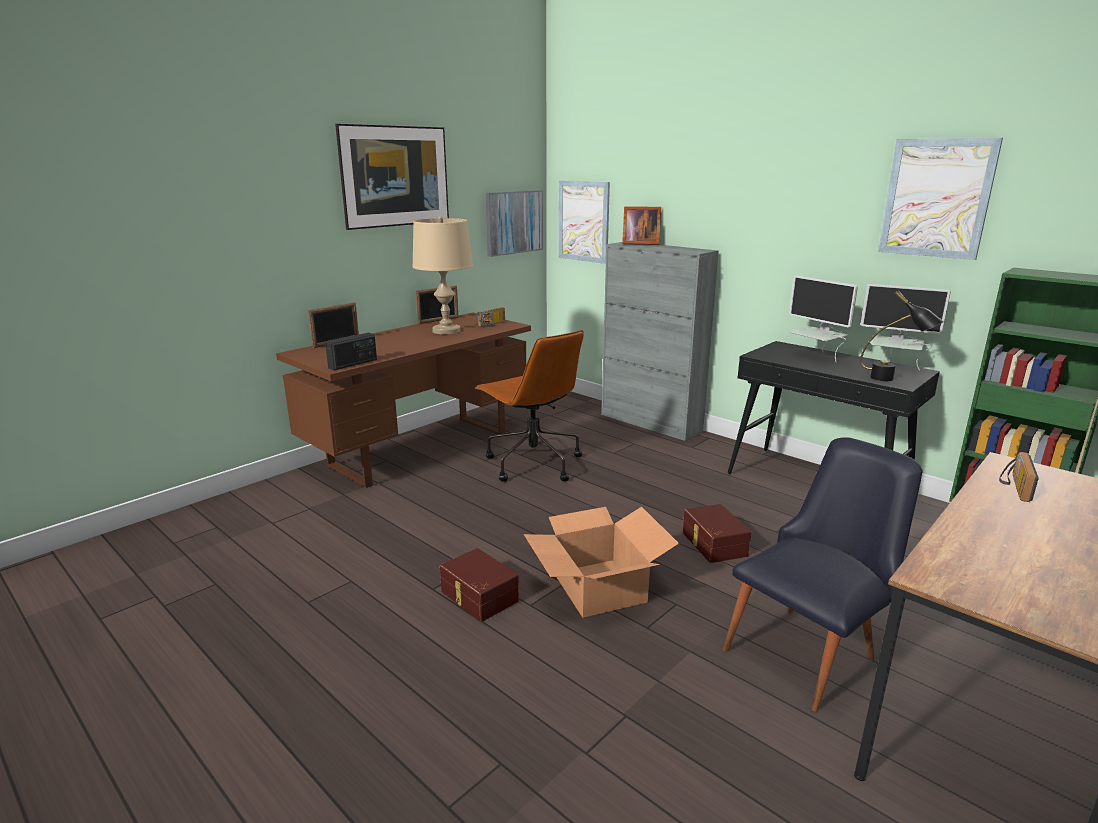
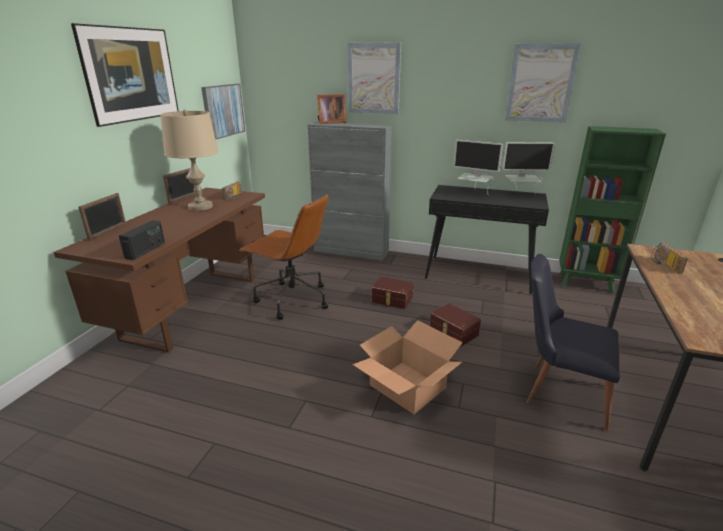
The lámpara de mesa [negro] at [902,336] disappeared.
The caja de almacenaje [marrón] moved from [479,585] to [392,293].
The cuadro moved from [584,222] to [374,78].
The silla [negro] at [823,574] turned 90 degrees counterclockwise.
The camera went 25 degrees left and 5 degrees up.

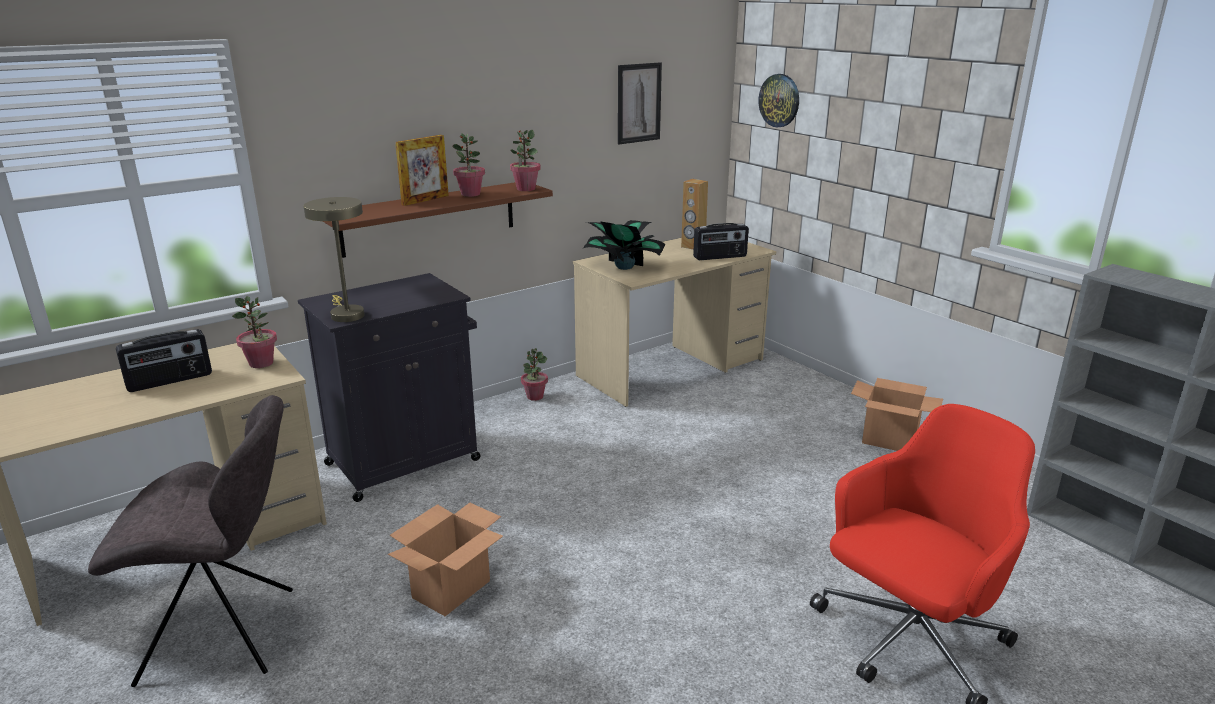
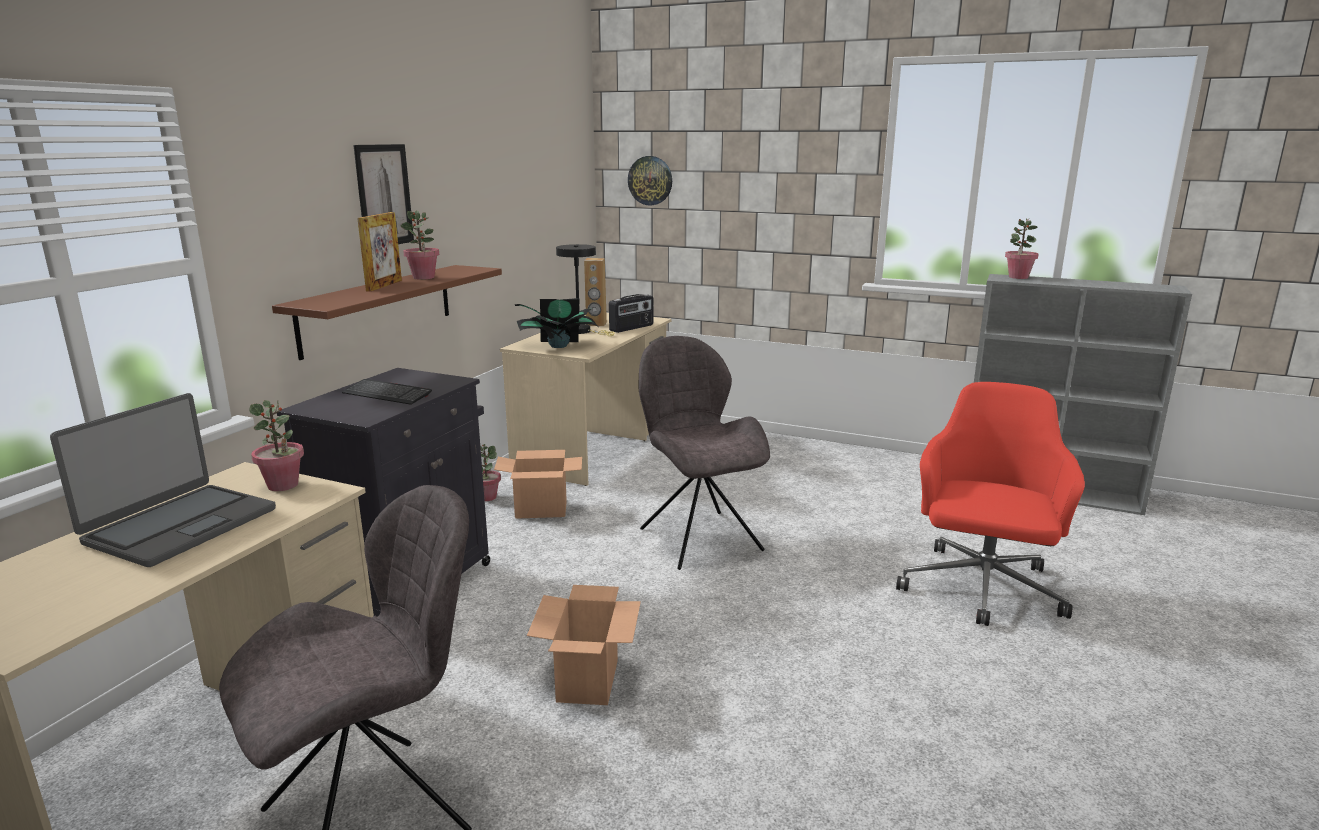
The lámpara de mesa [beis] at [334,259] disappeared.
The teclado at [387,392] appeared.
The lámpara de mesa [negro] at [585,290] appeared.
The silla [gris] at [704,453] appeared.
The planta en maceta moved from [525,160] to [1022,248].
The cuadro moved from [640,103] to [383,194].
The caja de cartón moved from [897,414] to [538,484].
The radio at [164,360] was replaced by the portátil at [163,480].
The camera went 30 degrees left and 5 degrees down.

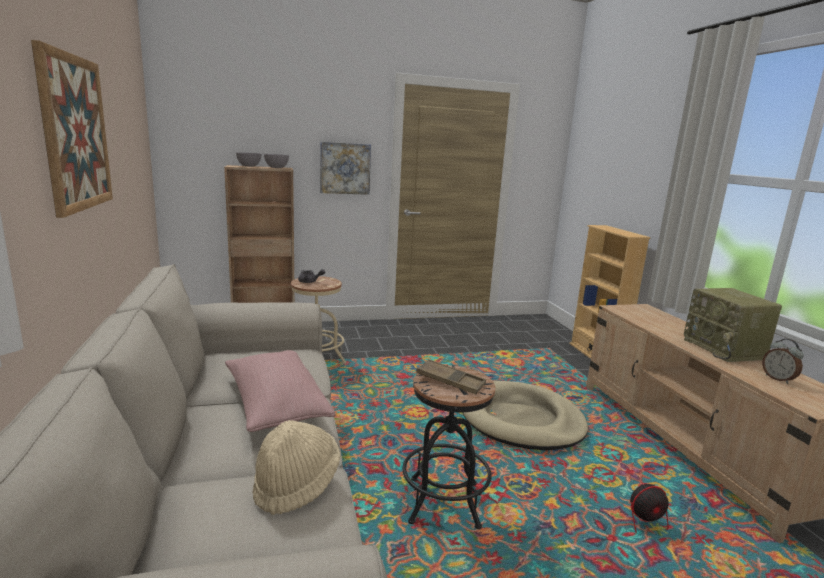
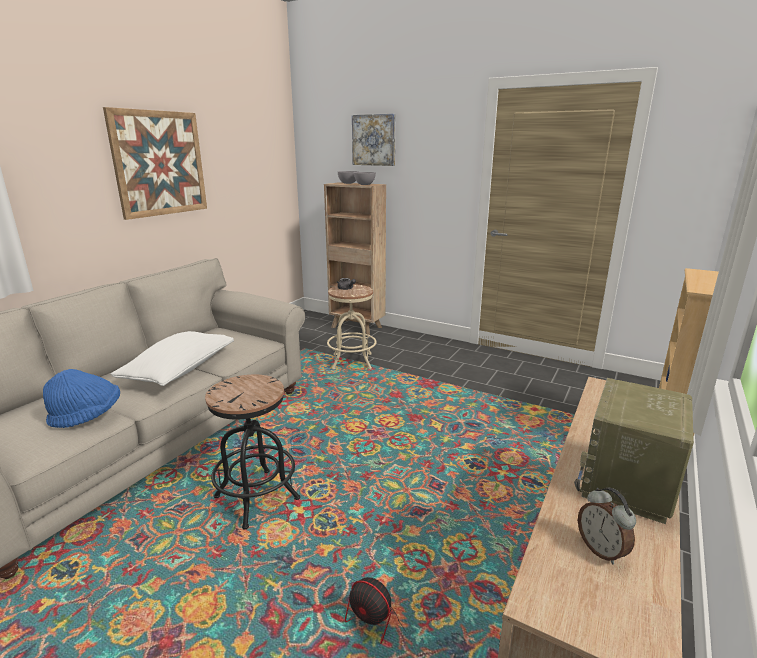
The bandeja [marrón] at [451,376] disappeared.
The cama para perro [beis] at [525,415] disappeared.
The cuadro moved from [345,168] to [374,140].
The cojín [rosa] at [280,391] became the cojín [blanco] at [172,358].
The sombrero [beis] at [297,467] became the sombrero [azul] at [81,398].
The despertador at [783,361] turned 45 degrees counterclockwise.
The camera went 45 degrees right and 5 degrees up.

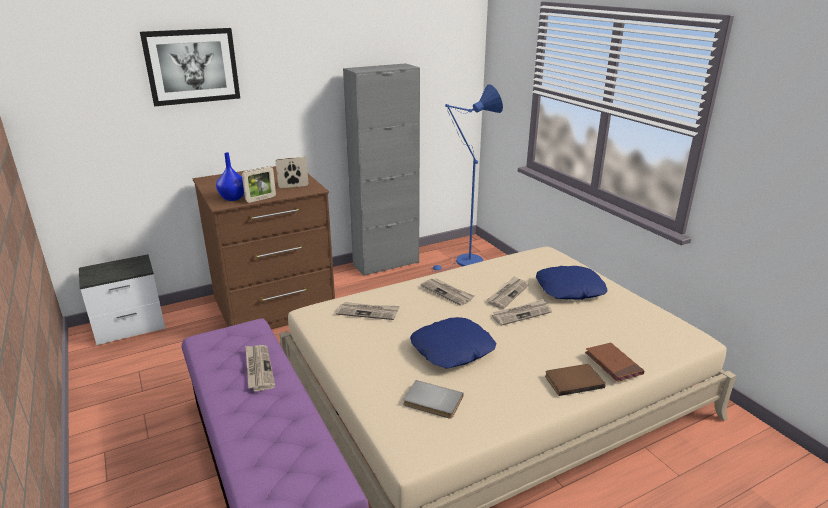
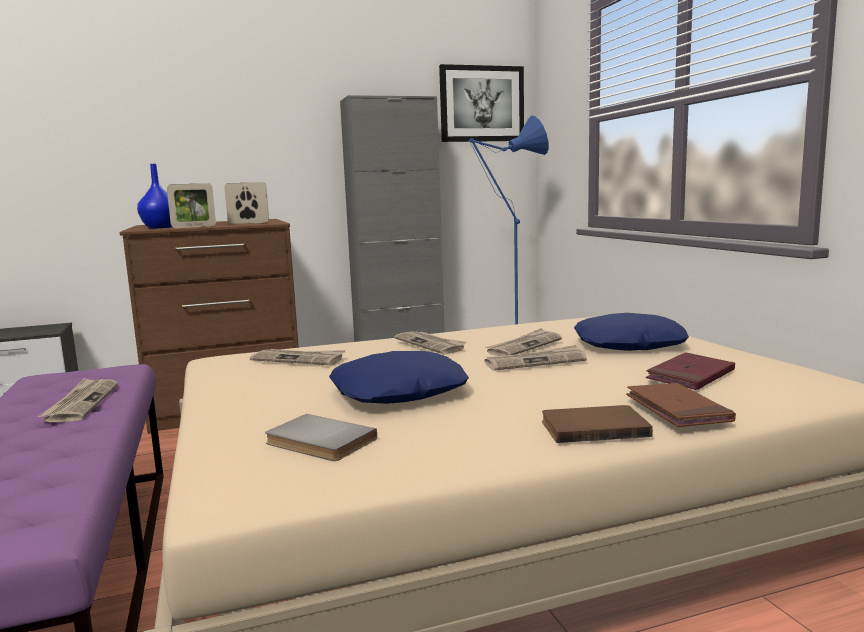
The libro [rojo] at [690,371] appeared.
The cuadro moved from [190,67] to [481,103].
The camera went 10 degrees right and 15 degrees down.

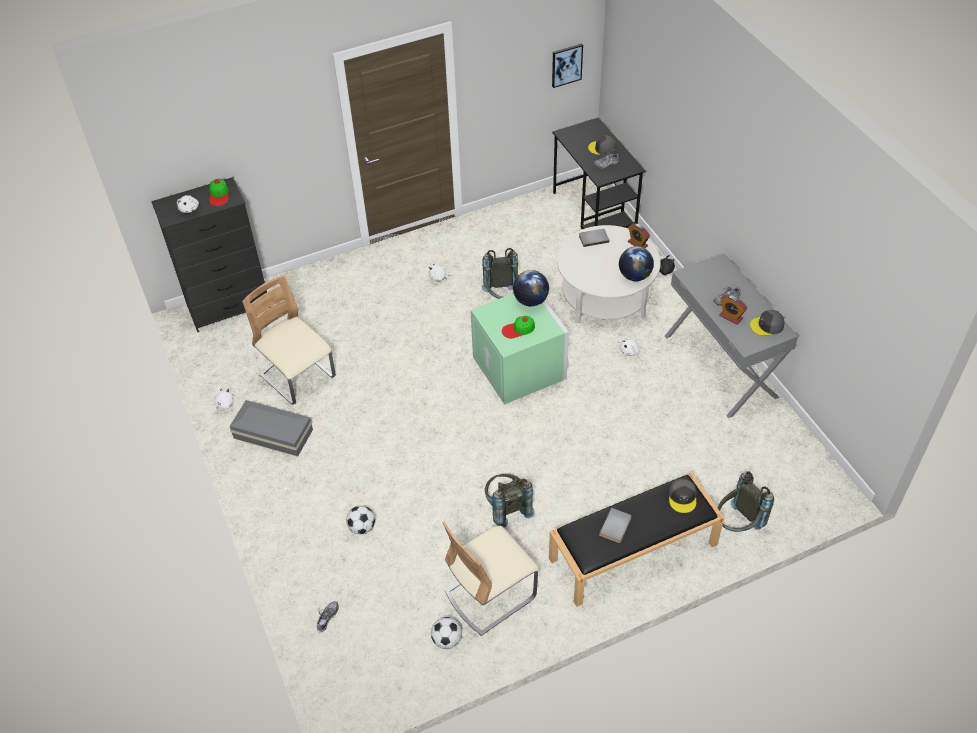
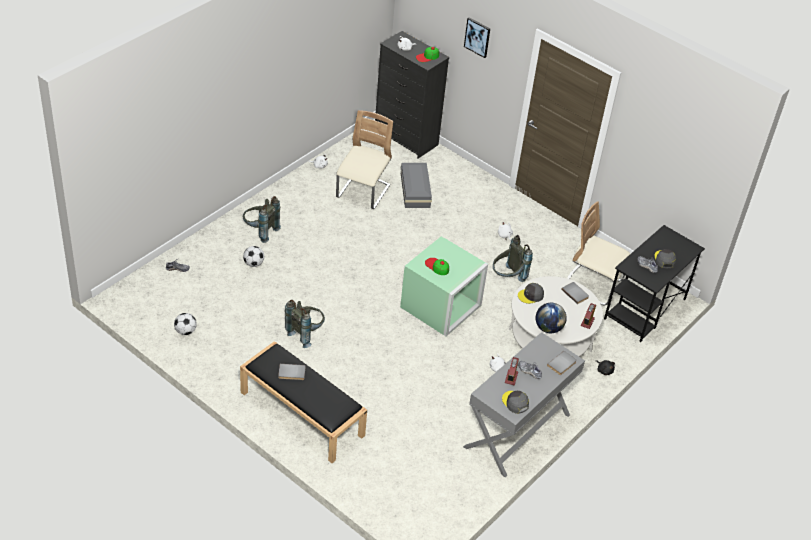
The globo terráqueo at [531,288] disappeared.
The libro [gris] at [562,363] appeared.
The caja de almacenaje [gris] moved from [271,428] to [416,185].
The silla [beis] moved from [490,578] to [598,253].
The cuadro moved from [567,65] to [477,37].
The gorra [gris] moved from [683,495] to [531,293].
The mochila [gris] moved from [745,501] to [262,219].
The camera went 60 degrees right and 5 degrees down.

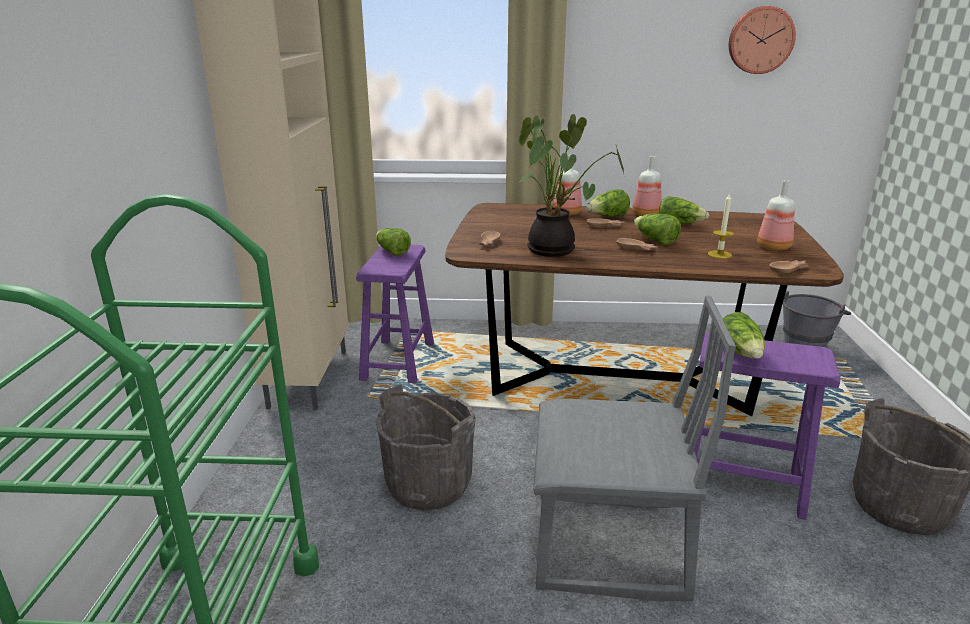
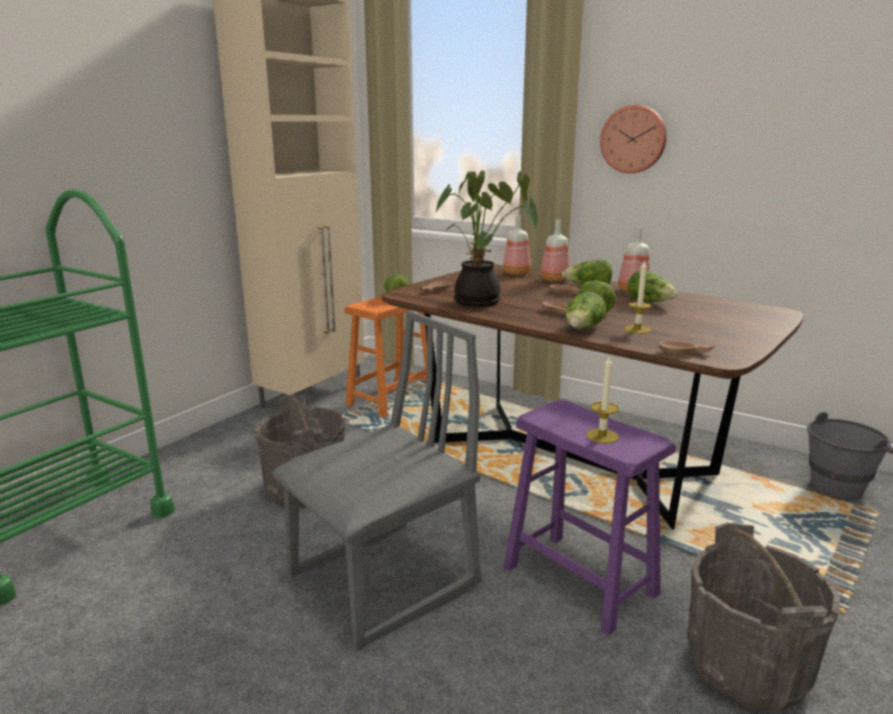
The vela at [602,399] appeared.
The lechuga moved from [744,335] to [585,310].
The reloj de pared moved from [762,40] to [633,139].
The botella moved from [776,215] to [517,245].
The taburete [morado] at [395,314] became the taburete [naranja] at [385,357].
The silla [gris] at [634,448] turned 75 degrees counterclockwise.
The camera went 30 degrees right and 5 degrees down.

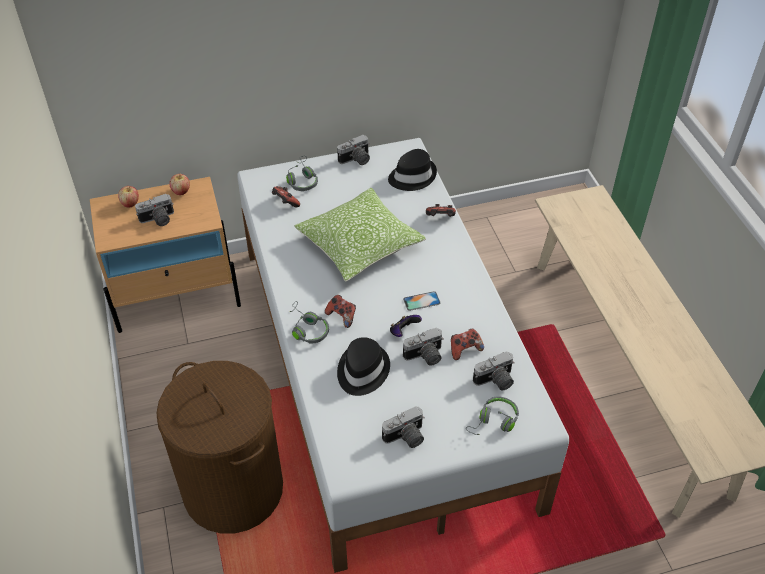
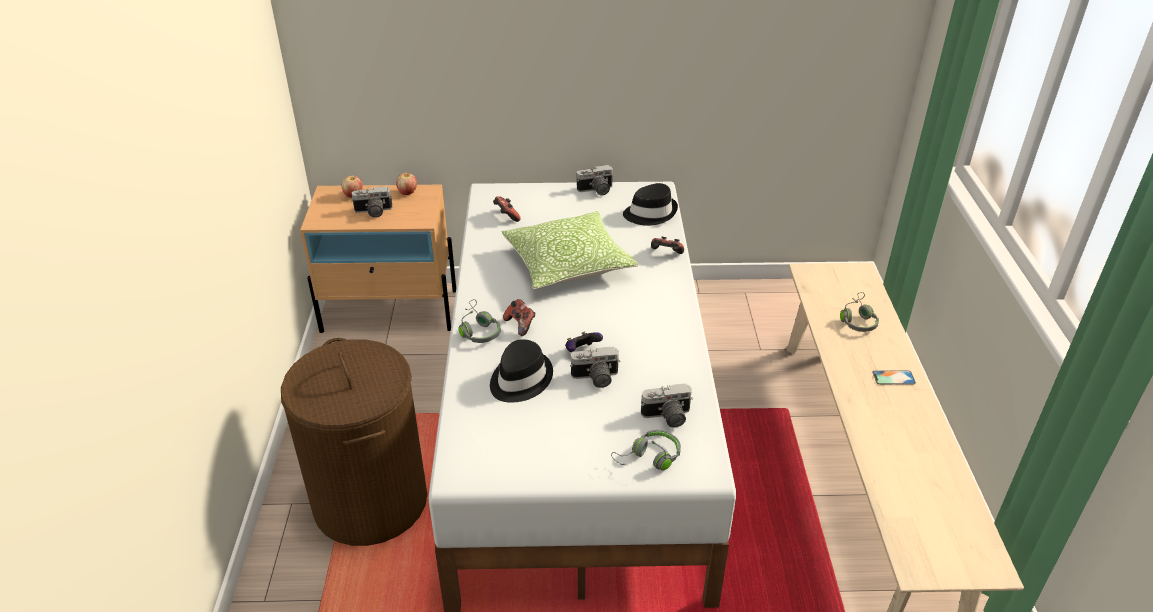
The cámara at [403,427] disappeared.
The mando de consola at [467,344] disappeared.
The auriculares [gris] moved from [302,173] to [859,312].
The móvil moved from [421,301] to [894,377].
The camera went 15 degrees right and 10 degrees down.

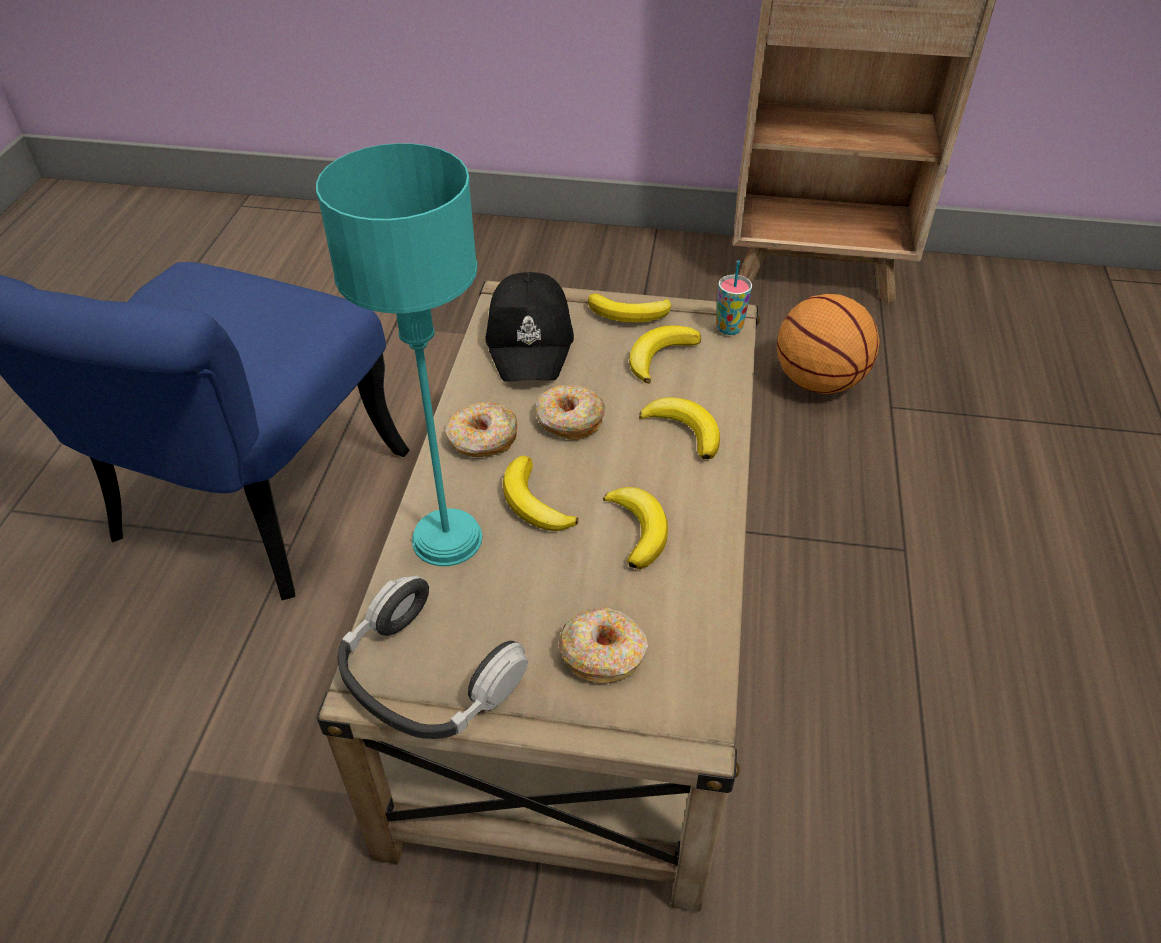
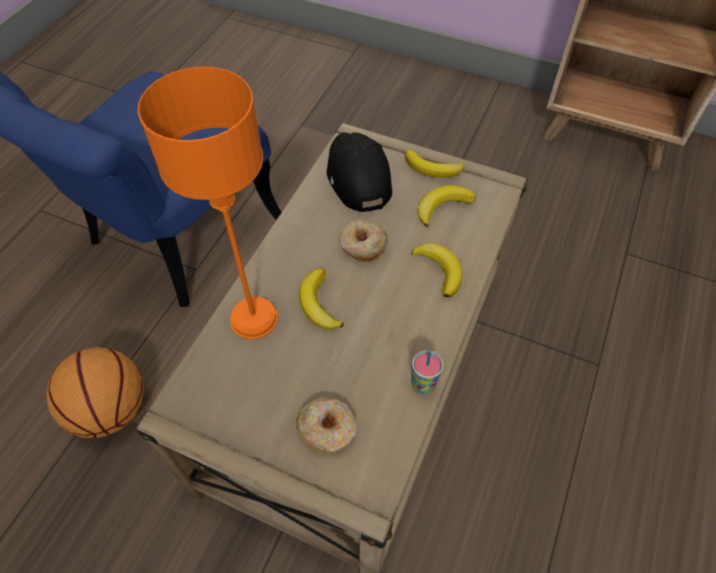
The auriculares at [432,657] disappeared.
The rosquilla at [481,429] disappeared.
The plátano at [635,528] disappeared.
The taza moved from [734,297] to [427,372].
The balón de baloncesto moved from [828,344] to [95,392].
The lámpara de mesa [turquesa] at [399,354] became the lámpara de mesa [naranja] at [208,203].
The gorra [negro] at [530,327] turned 150 degrees clockwise.
The camera went 15 degrees right and 10 degrees up.

